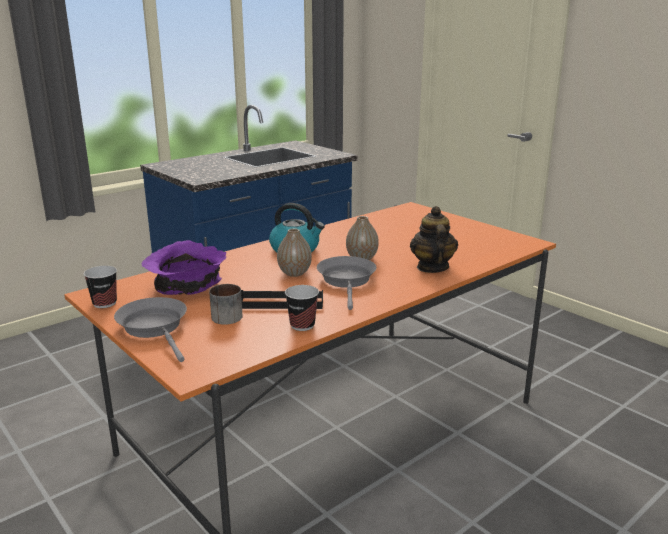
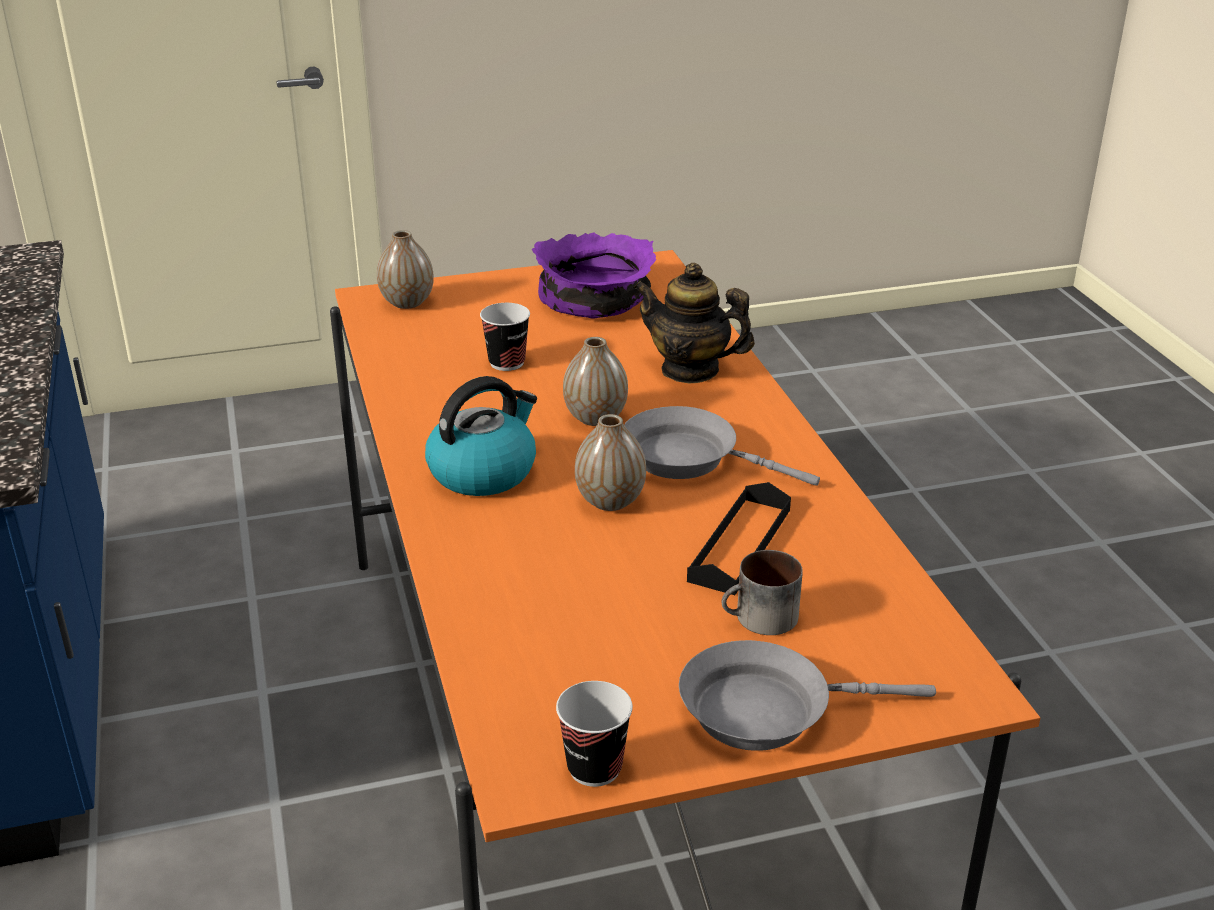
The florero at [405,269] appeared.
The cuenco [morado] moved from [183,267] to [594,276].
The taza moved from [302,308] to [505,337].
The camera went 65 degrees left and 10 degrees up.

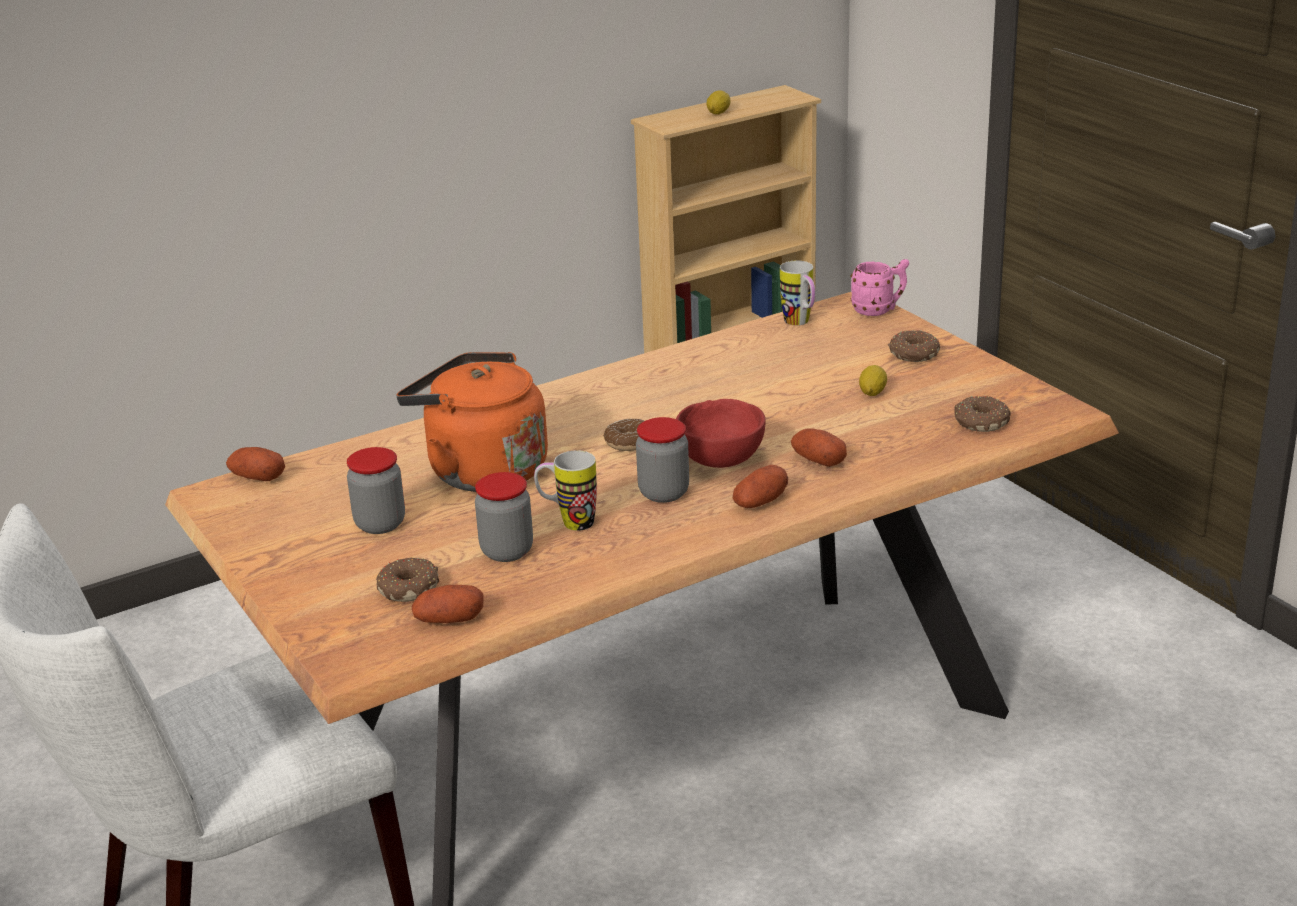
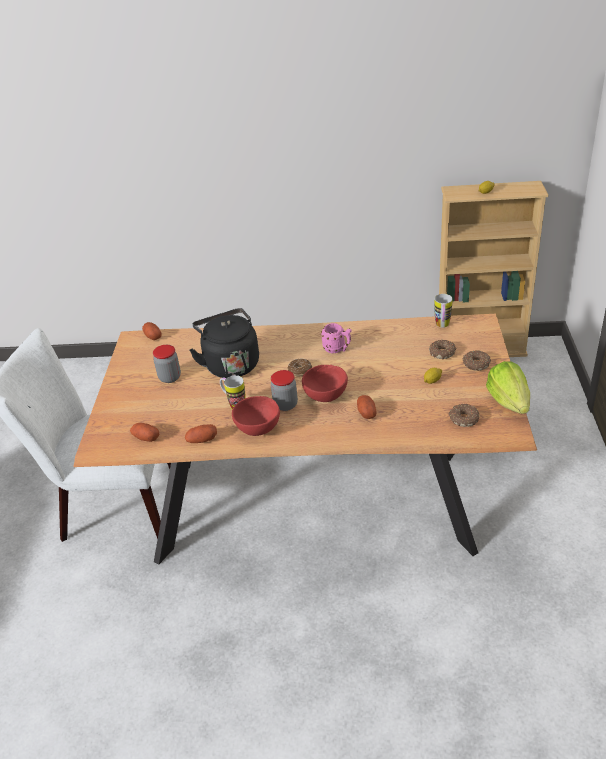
The tarro at [504,517] disappeared.
The cuenco [rojo] at [256,416] appeared.
The lechuga at [508,387] appeared.
The rosquilla moved from [407,579] to [442,349].
The patata moved from [760,486] to [201,433].
The taza grande [rosa] moved from [879,287] to [336,338].
The hervidor [naranja] at [472,422] became the hervidor [negro] at [224,343].
The camera went 35 degrees right and 10 degrees up.

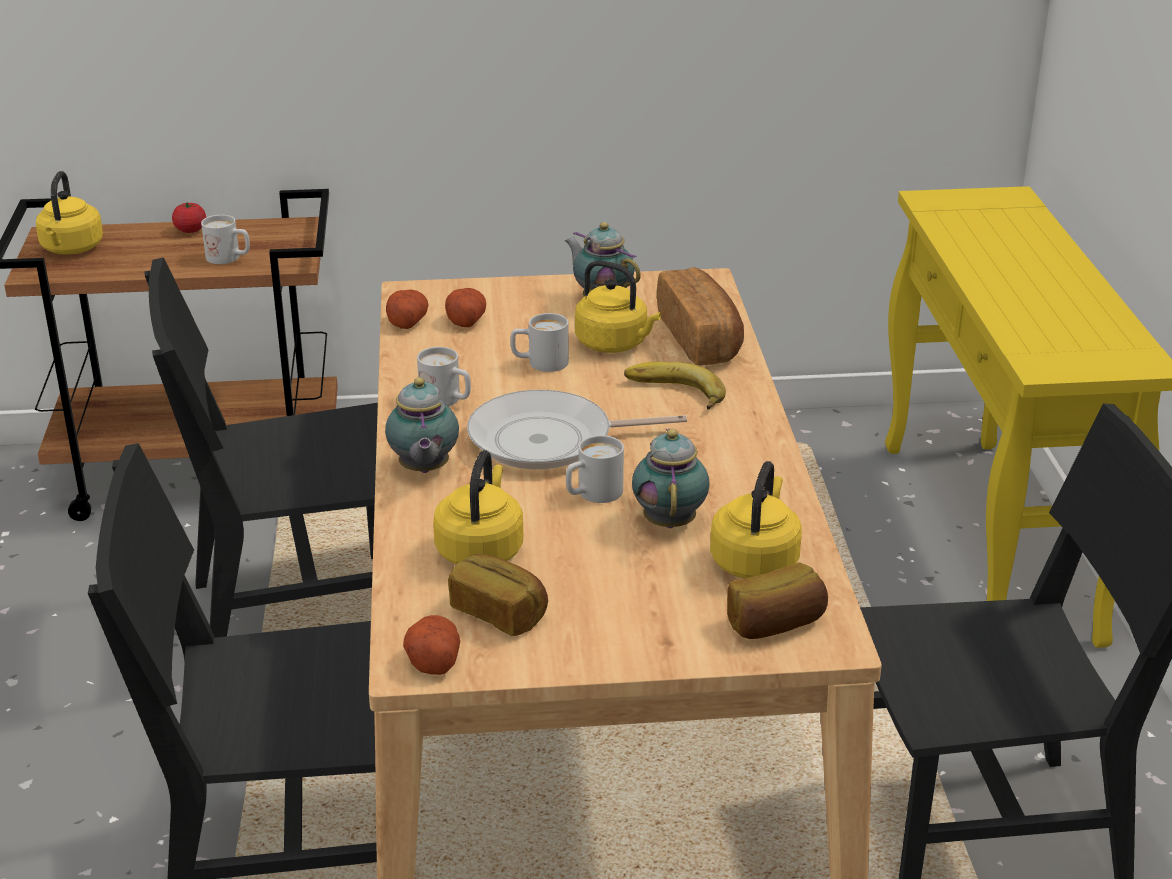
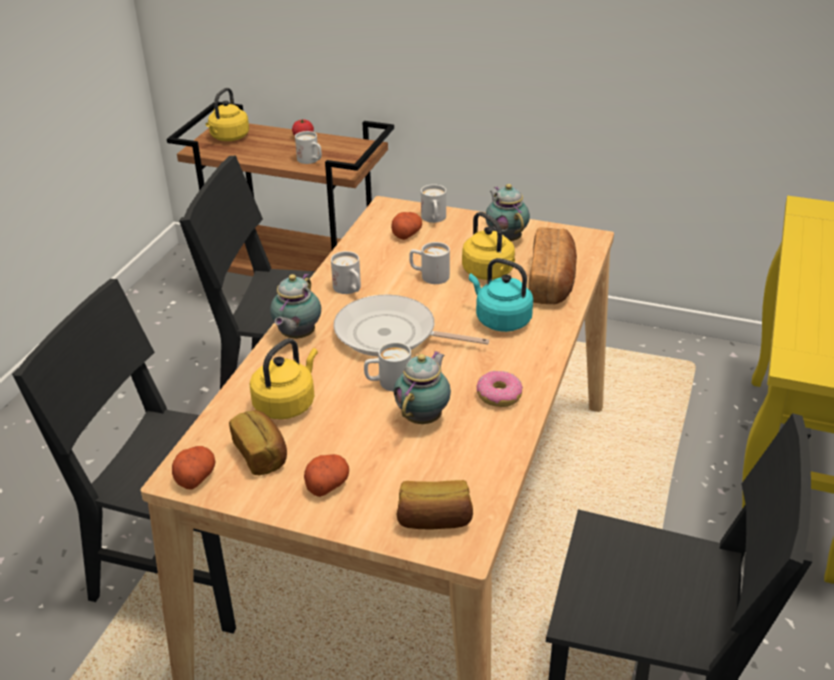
The hervidor [amarillo] at [756,520] disappeared.
The taza grande [blanco] at [433,203] appeared.
The rosquilla at [500,389] appeared.
The patata moved from [407,309] to [326,475].
The plátano at [675,386] was replaced by the hervidor [turquesa] at [501,295].
The camera went 25 degrees right and 5 degrees up.

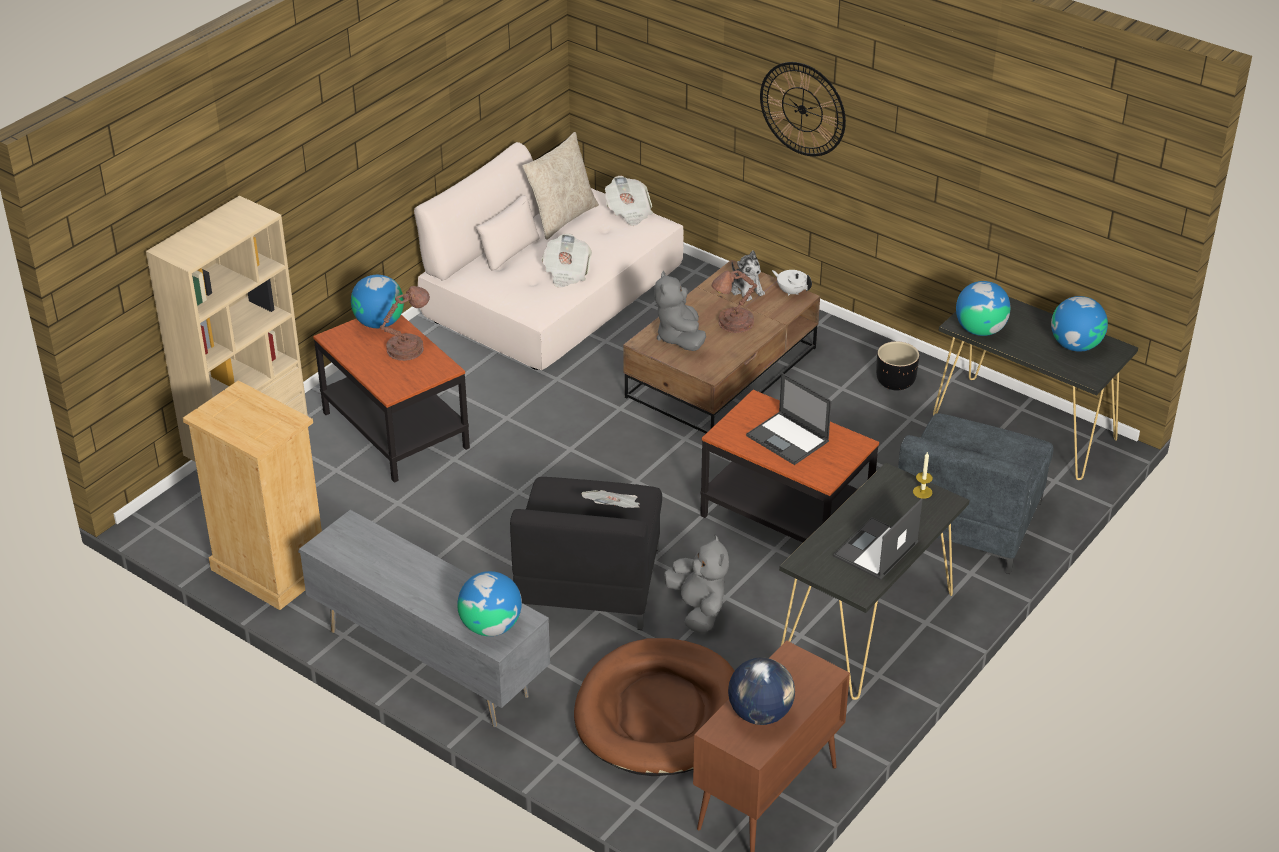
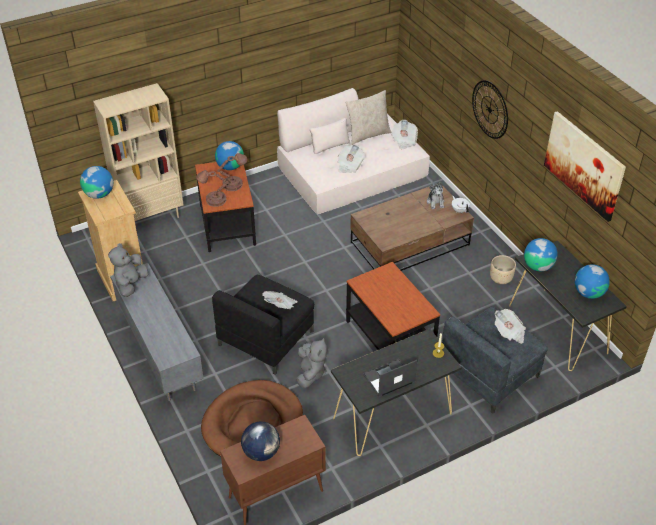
The portátil at [789,419] disappeared.
The periódico at [510,326] appeared.
The cuadro at [585,166] appeared.
The globo terráqueo moved from [489,603] to [96,182].
The peluche [gris] moved from [680,311] to [128,270].
The lámpara de mesa [marrón] moved from [734,301] to [212,188].
The maceta [negro] at [897,365] became the maceta [beis] at [503,269].
The camera went 25 degrees right and 5 degrees up.

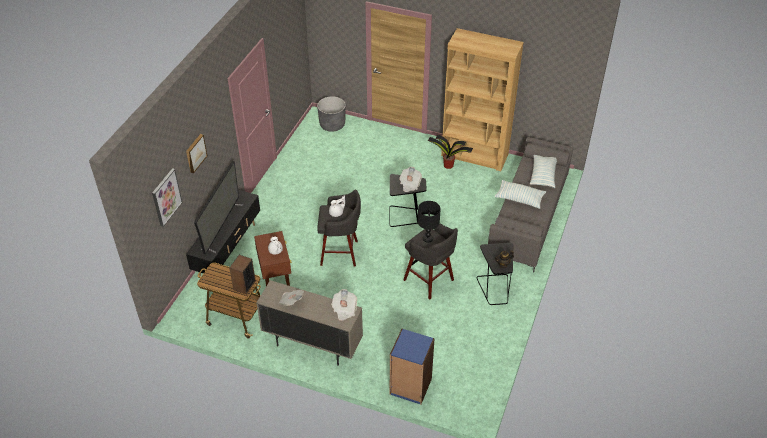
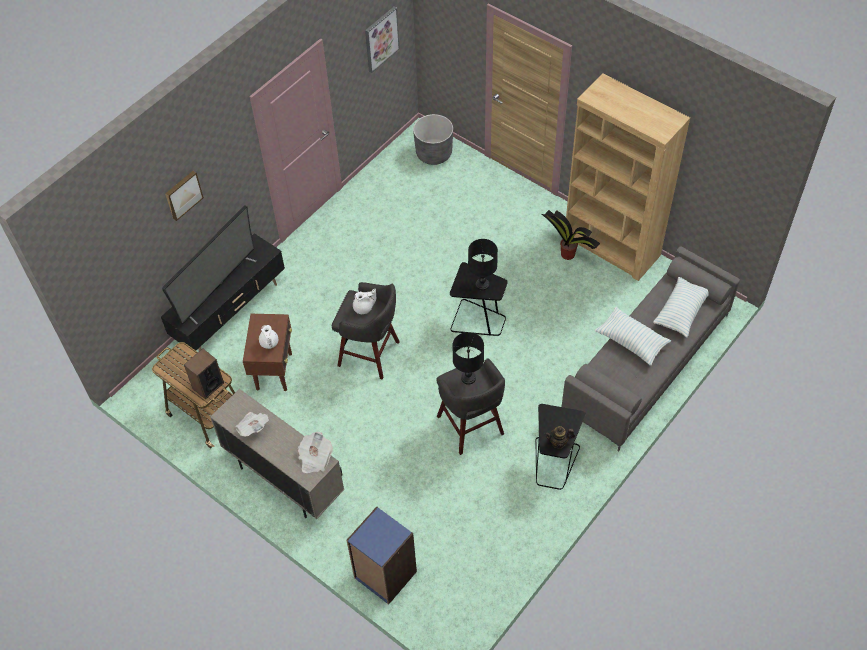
The cuadro moved from [167,197] to [382,39].
The periódico at [410,179] was replaced by the lámpara de mesa [negro] at [483,264].
The camera went 20 degrees right and 10 degrees up.

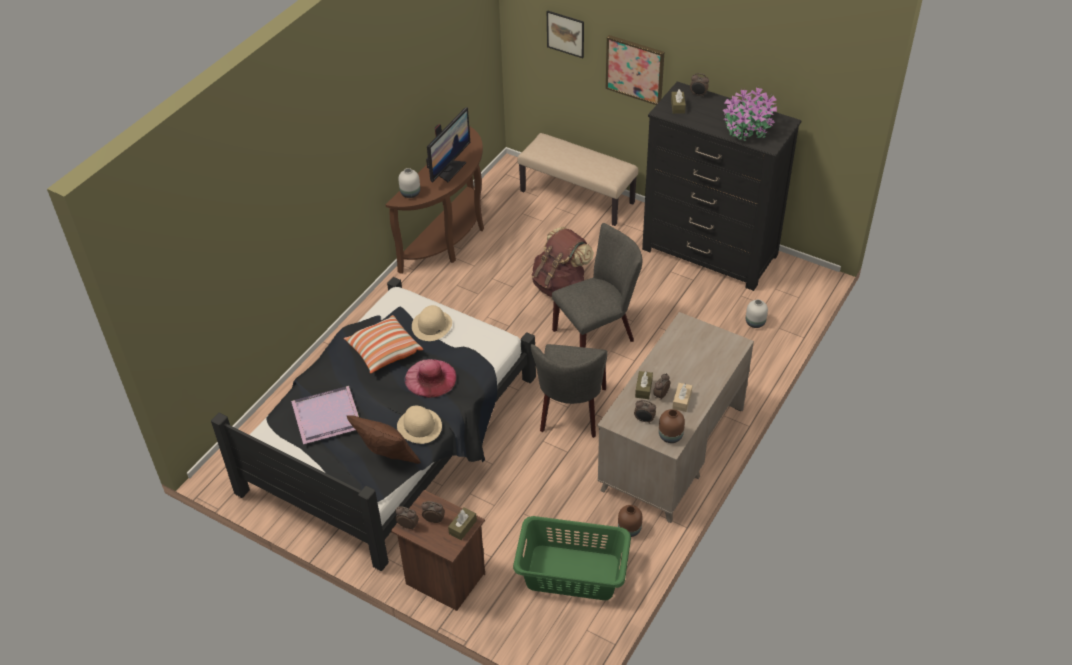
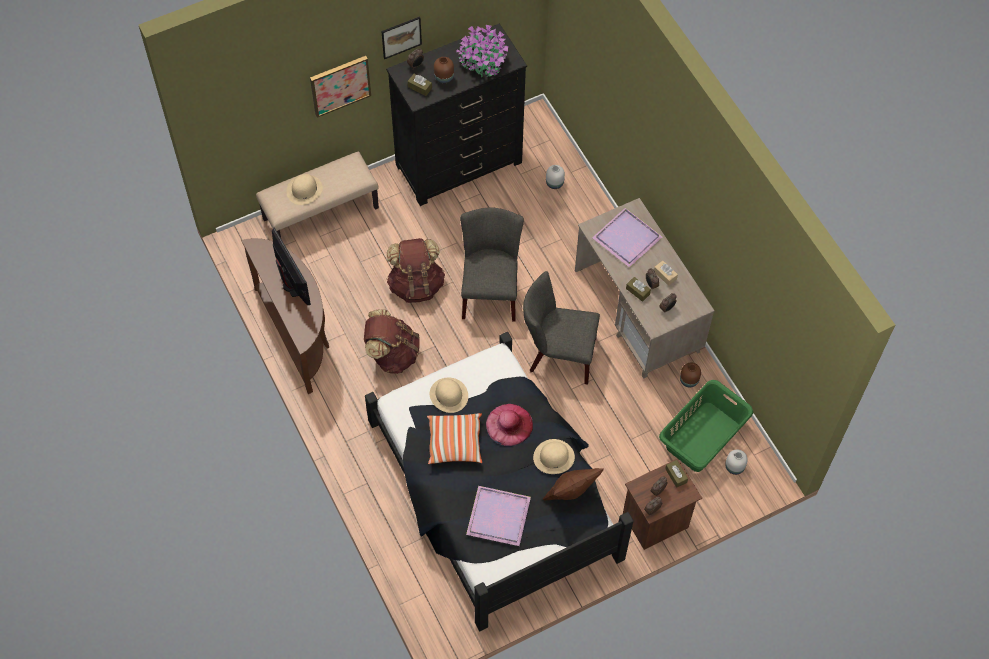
The sombrero [beis] at [304,189] appeared.
The mochila [marrón] at [392,341] appeared.
The bandeja [morado] at [627,238] appeared.
The florero [blanco] moved from [409,183] to [736,462].
The cuadro moved from [565,34] to [401,37].
The florero [marrón] moved from [672,426] to [444,70].
The silla [gris] at [569,391] turned 150 degrees clockwise.
The camera went 60 degrees left and 15 degrees up.

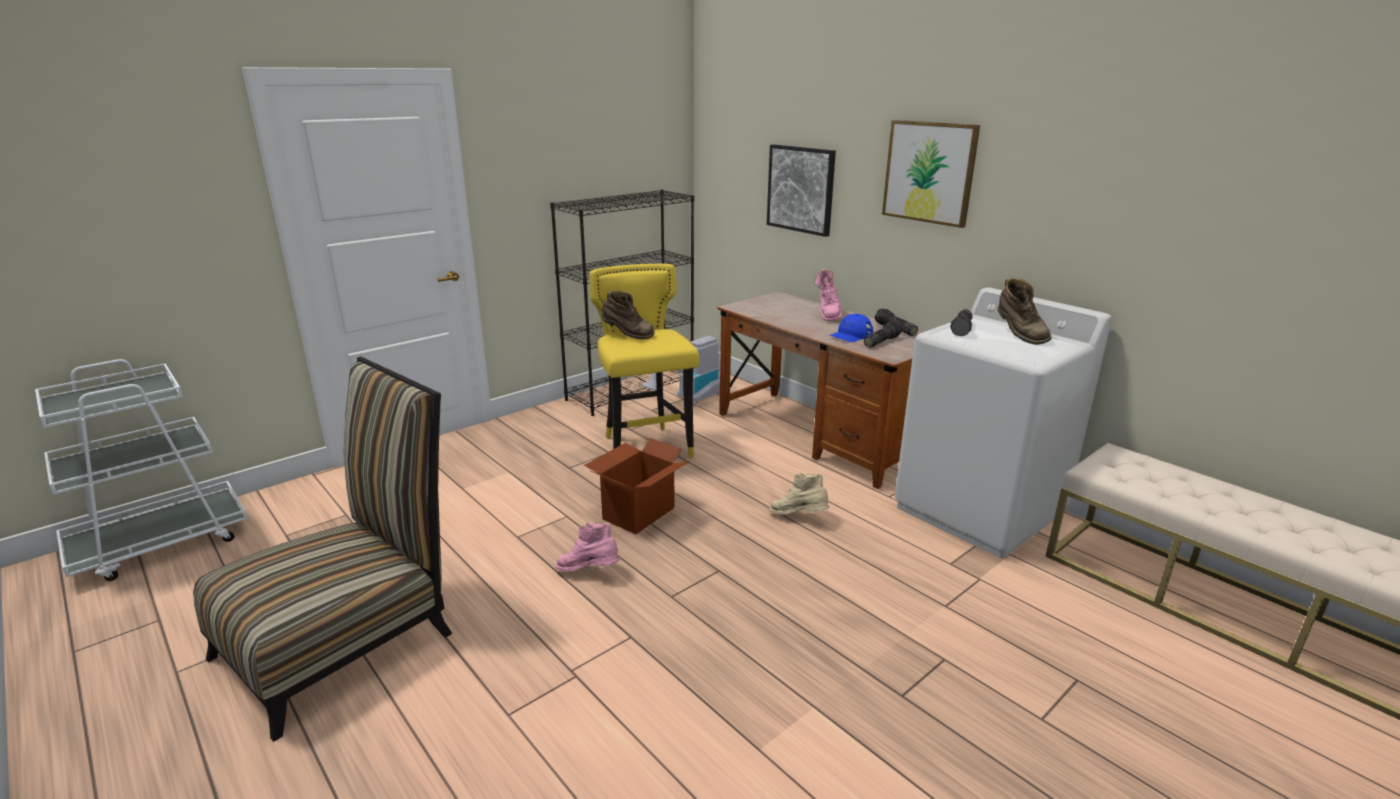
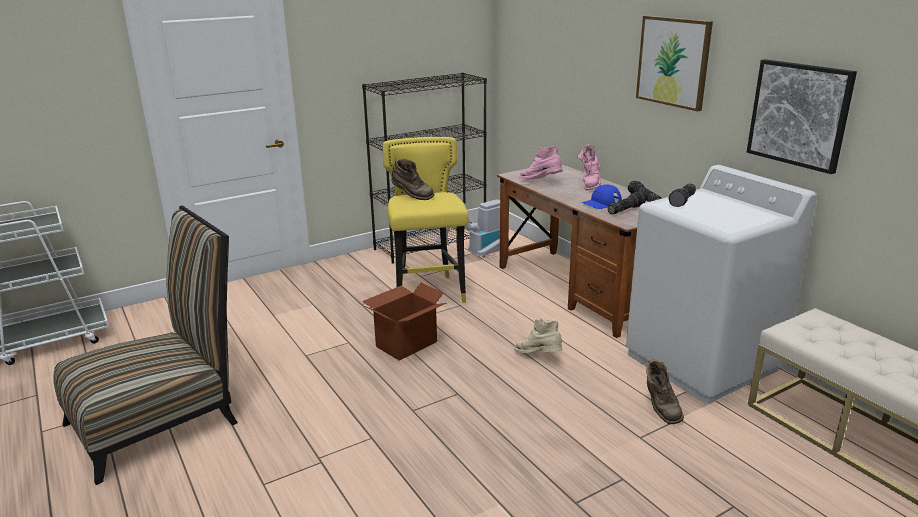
The bota [rosa] moved from [587,547] to [541,162].
The cuadro moved from [801,190] to [802,116].
The bota [marrón] moved from [1024,311] to [665,391].
The camera went 10 degrees right and 0 degrees up.

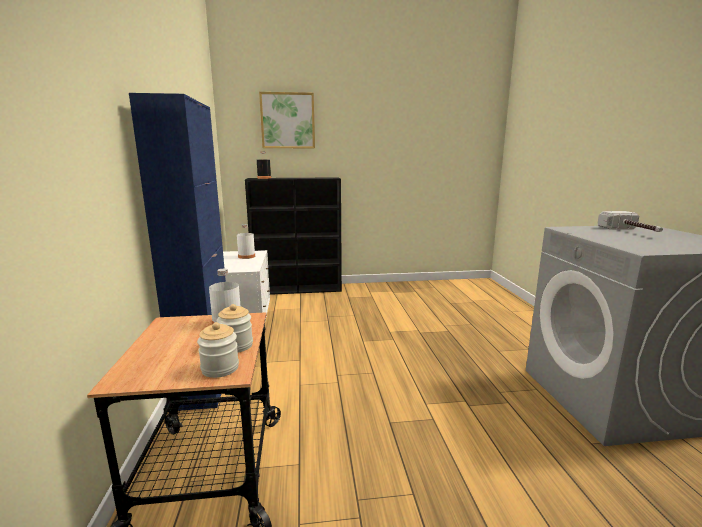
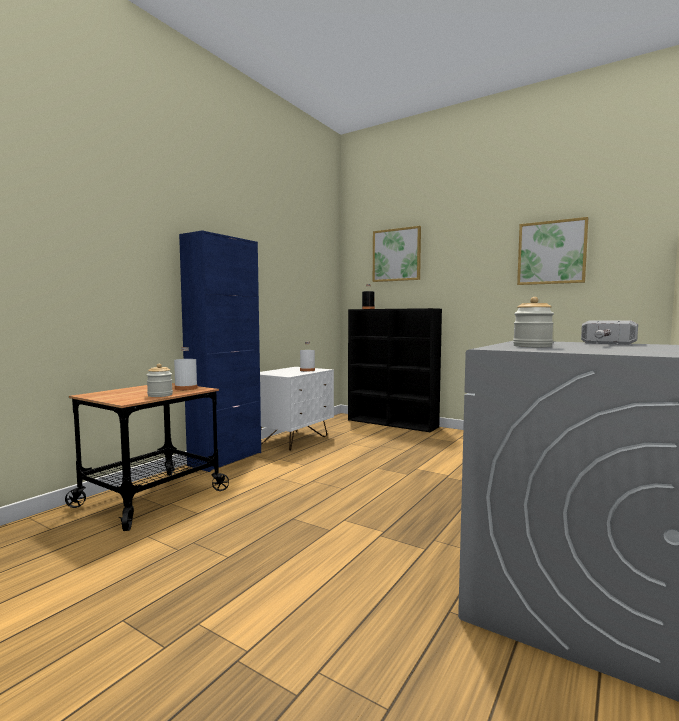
The cuadro at [552,251] appeared.
The tarro moved from [218,350] to [533,322].
The camera went 40 degrees right and 10 degrees down.

